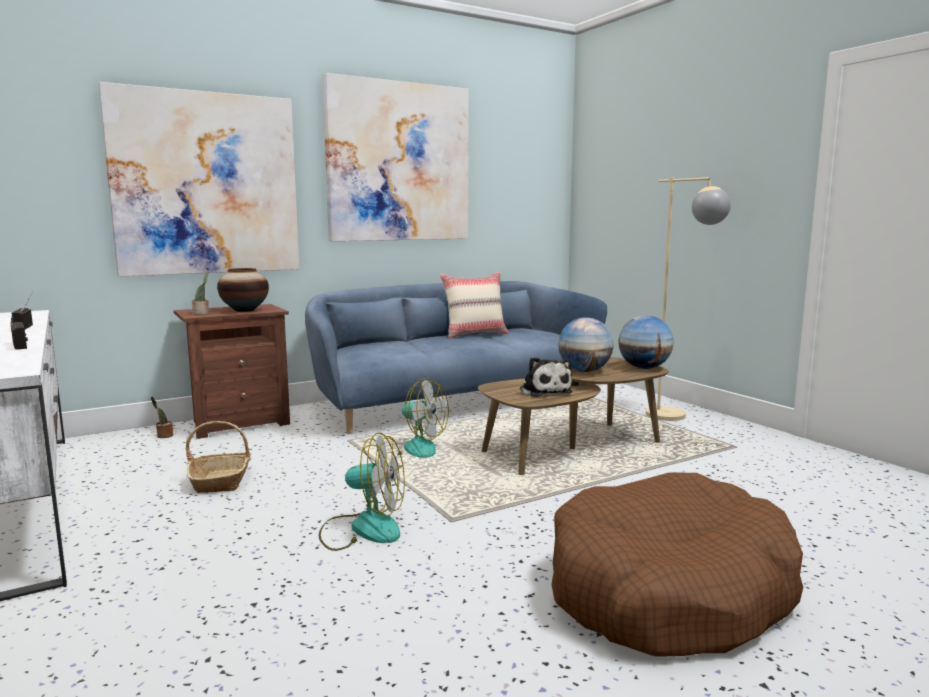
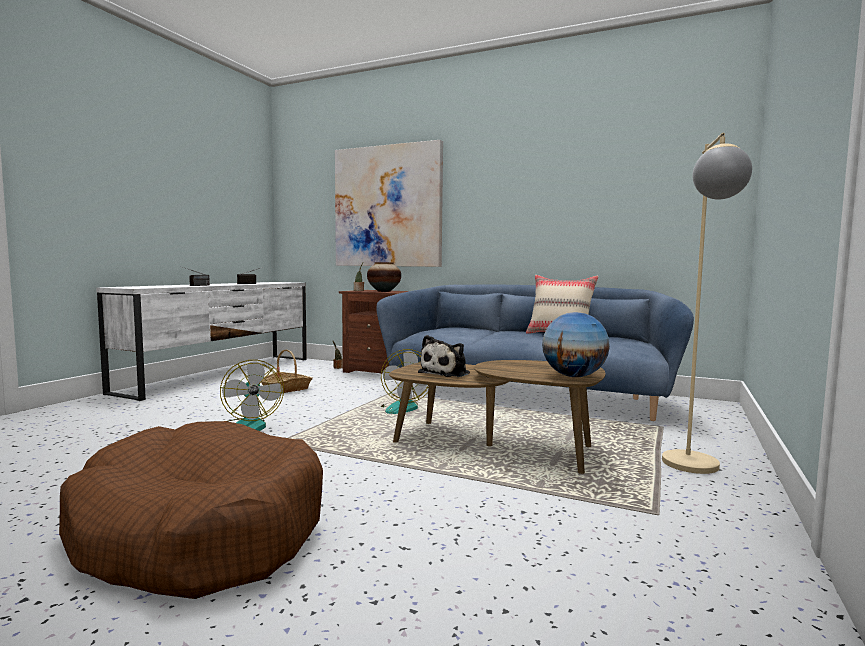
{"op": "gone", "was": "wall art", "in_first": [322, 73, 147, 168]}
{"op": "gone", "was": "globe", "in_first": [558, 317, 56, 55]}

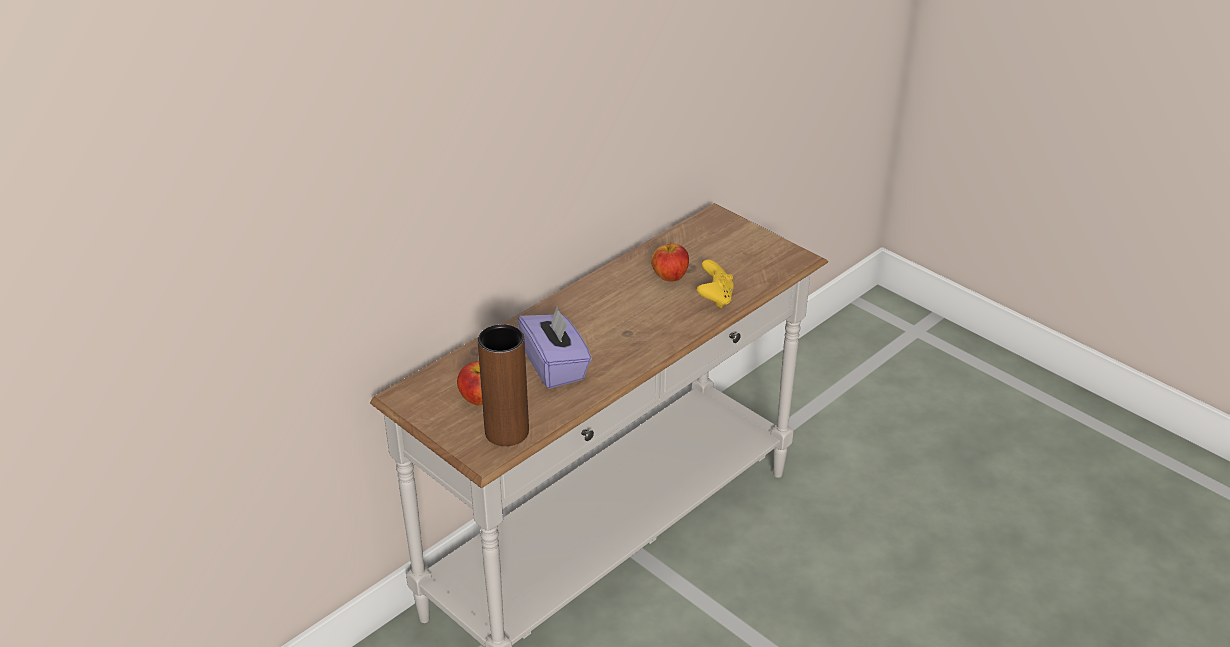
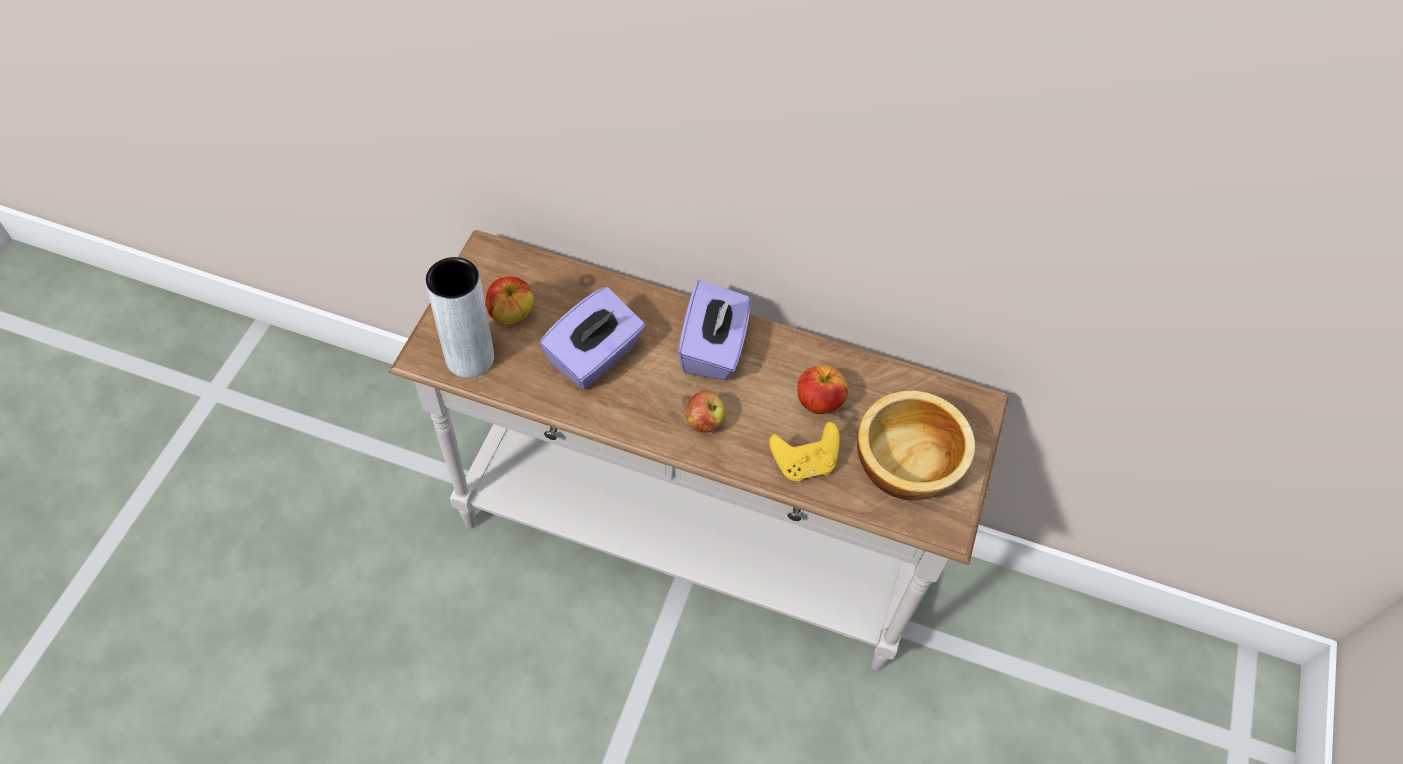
{"op": "new", "now": "purple tissue box", "in_second": [678, 280, 72, 101]}
{"op": "new", "now": "whole apple", "in_second": [685, 391, 40, 42]}
{"op": "new", "now": "deep dish", "in_second": [857, 391, 118, 109]}
{"op": "repainted", "was": "brown-coloured flower vase", "now": "greyish flower vase", "in_first": [478, 324, 51, 122], "in_second": [425, 257, 69, 121]}

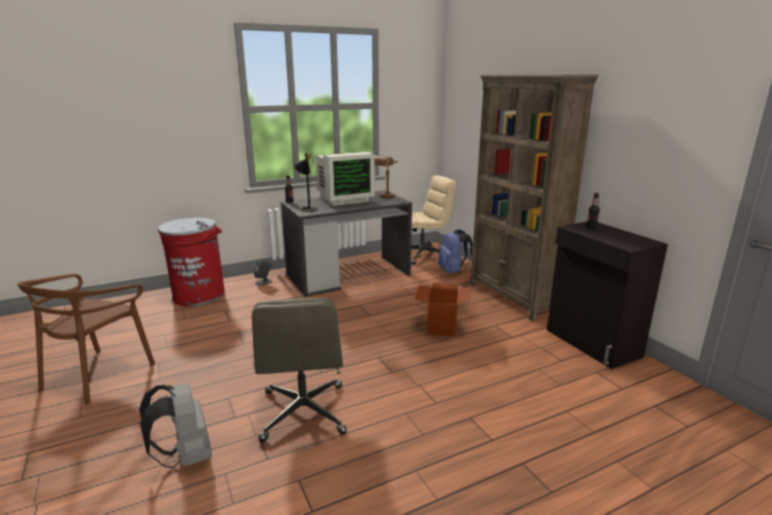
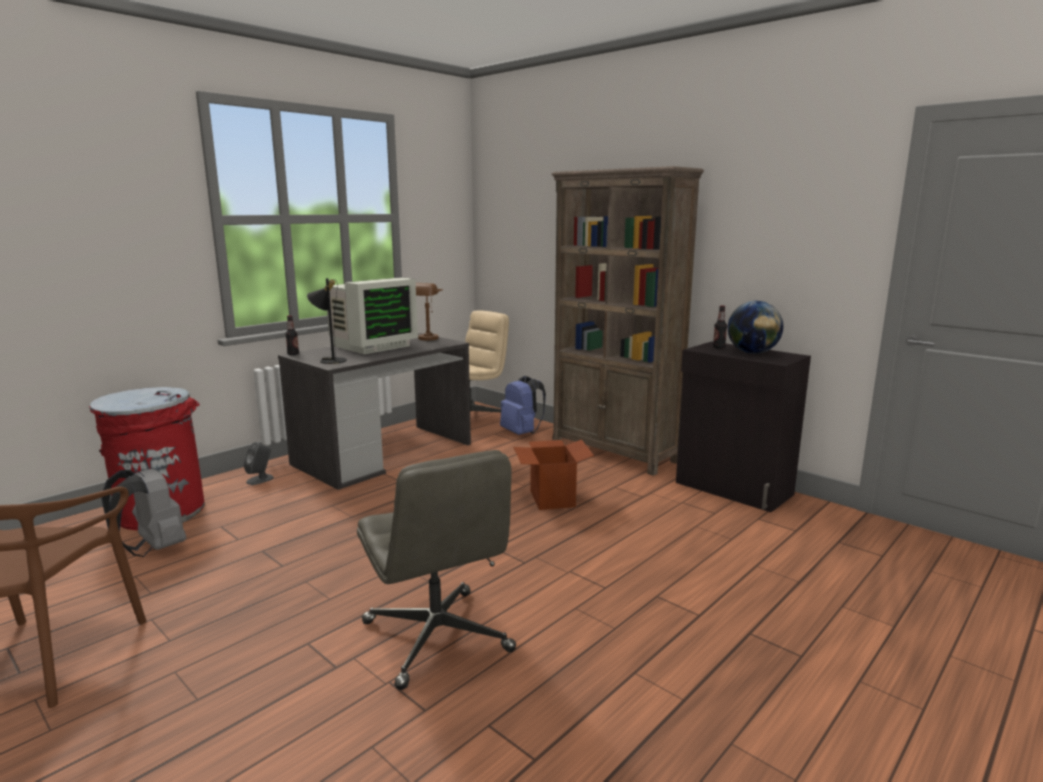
{"op": "new", "now": "globe", "in_second": [728, 301, 55, 53]}
{"op": "shifted", "was": "greyish backpack", "in_first": [139, 384, 73, 84], "in_second": [101, 467, 85, 90]}

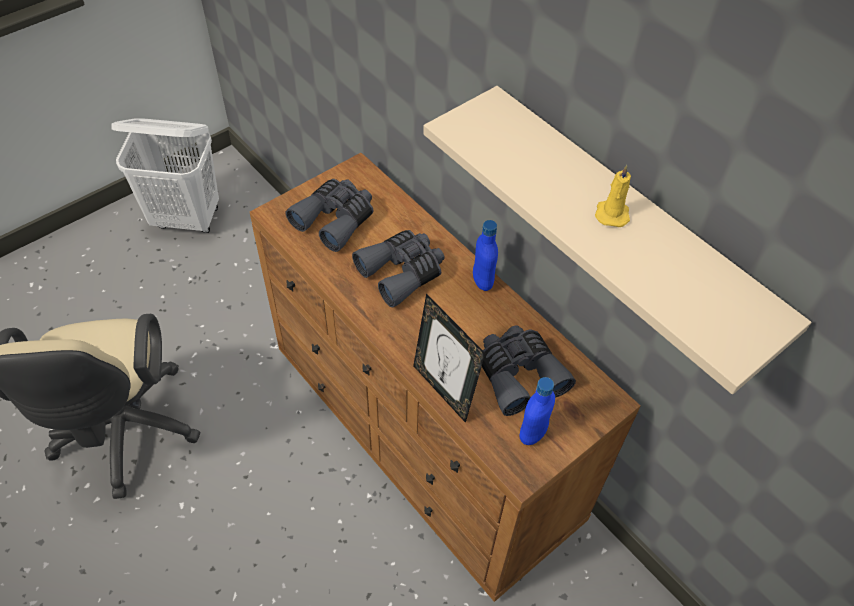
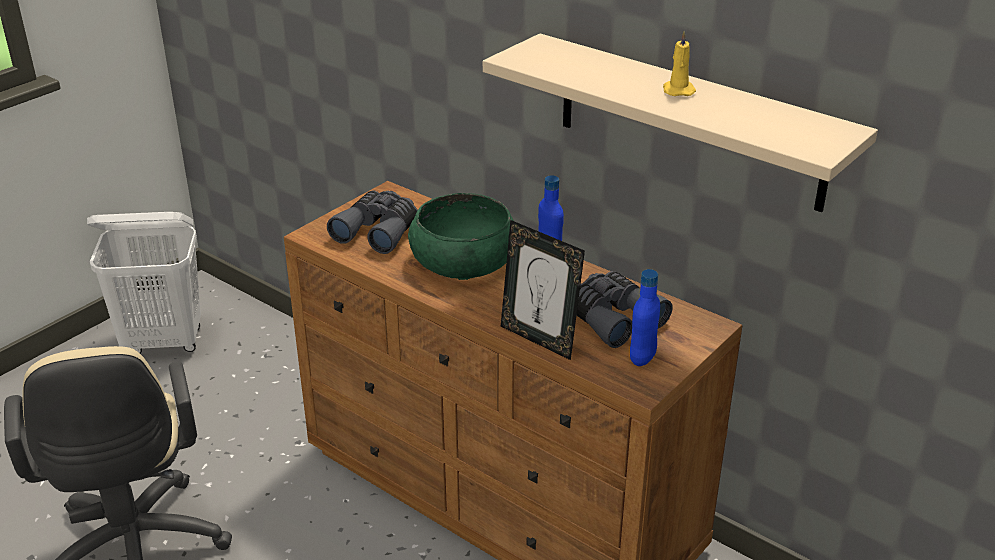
{"op": "swapped", "was": "greyish binoculars", "now": "green-coloured deep dish", "in_first": [352, 230, 93, 78], "in_second": [408, 193, 106, 87]}

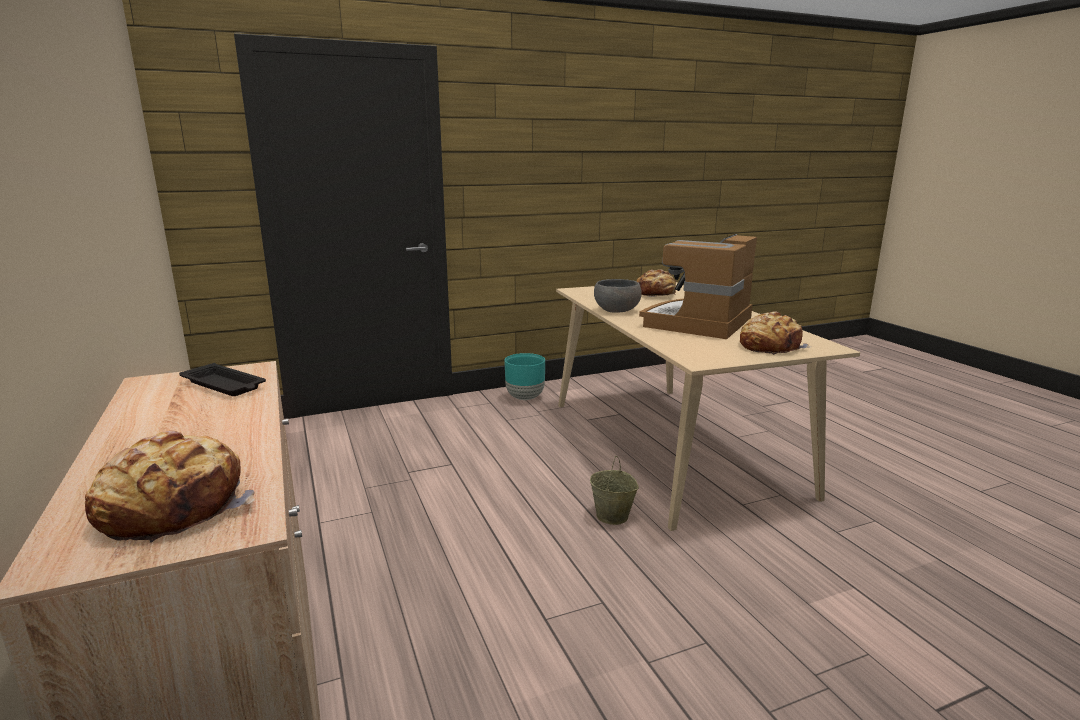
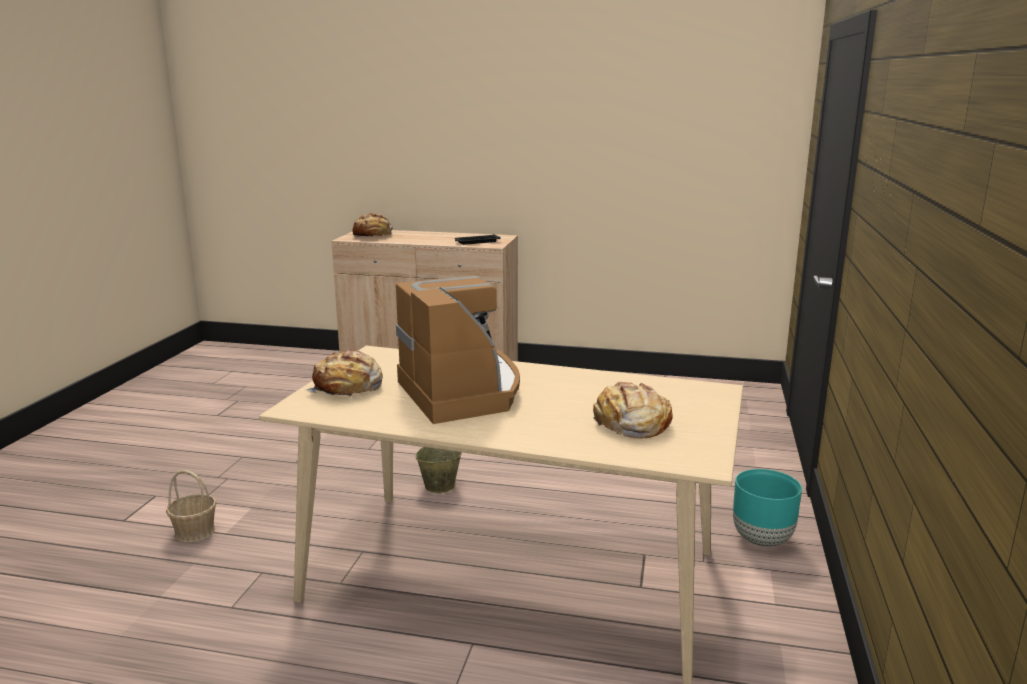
{"op": "gone", "was": "greyish deep dish", "in_first": [594, 279, 48, 34]}
{"op": "new", "now": "household basket", "in_second": [166, 470, 51, 73]}

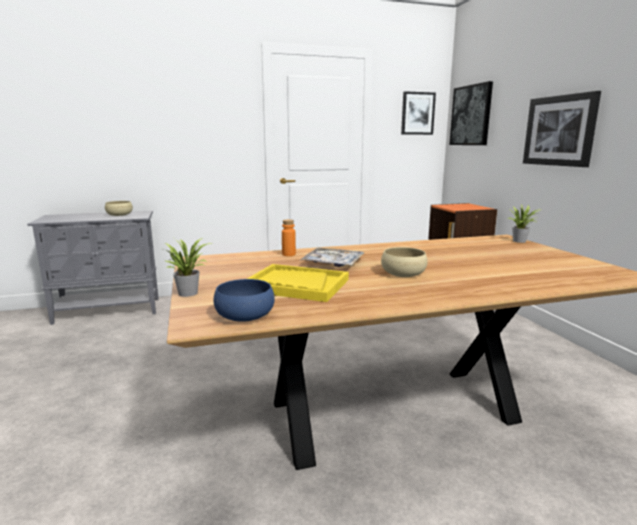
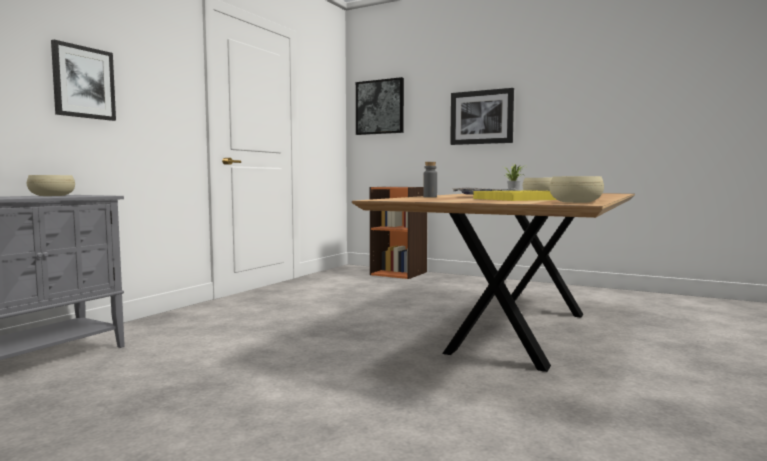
{"op": "gone", "was": "houseplant", "in_first": [164, 238, 48, 59]}
{"op": "shifted", "was": "wall art", "in_first": [401, 91, 35, 44], "in_second": [51, 40, 65, 81]}
{"op": "repainted", "was": "blue deep dish", "now": "beige-coloured deep dish", "in_first": [213, 279, 62, 43], "in_second": [550, 176, 54, 27]}
{"op": "repainted", "was": "orange drink bottle", "now": "greyish drink bottle", "in_first": [282, 219, 14, 37], "in_second": [423, 162, 14, 35]}

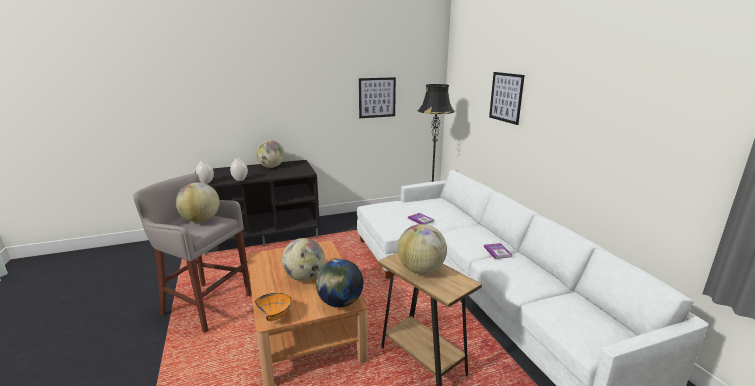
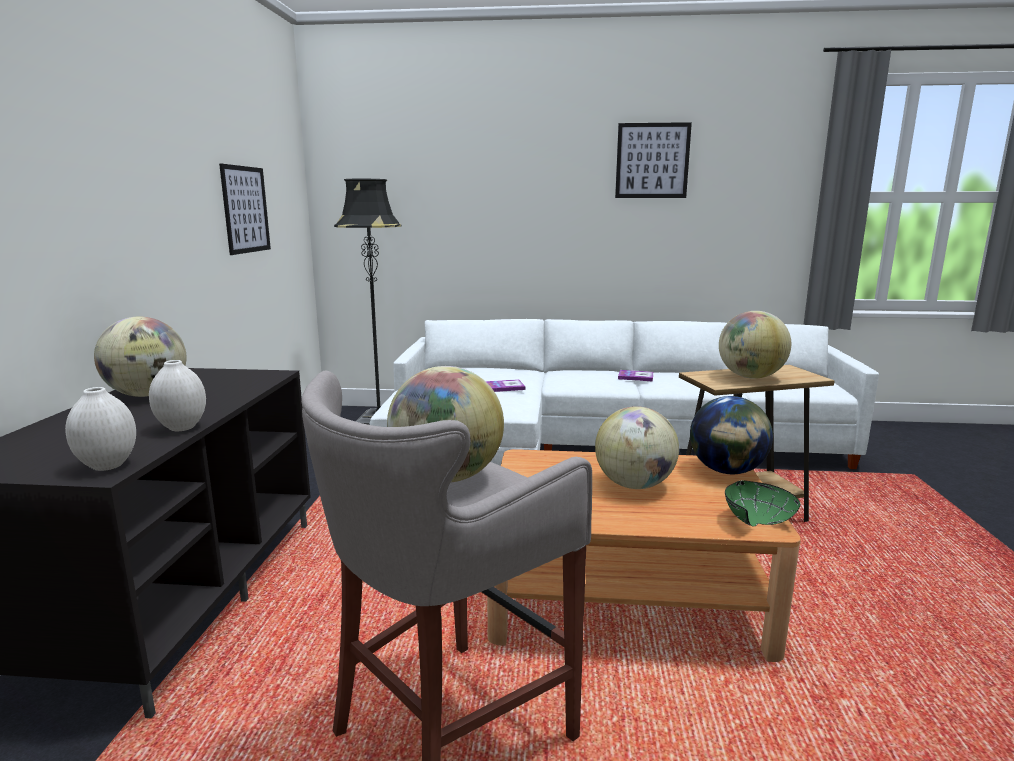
{"op": "shifted", "was": "wall art", "in_first": [489, 72, 36, 53], "in_second": [615, 122, 77, 76]}
{"op": "repainted", "was": "orange deep dish", "now": "green-coloured deep dish", "in_first": [255, 293, 37, 28], "in_second": [725, 480, 75, 47]}

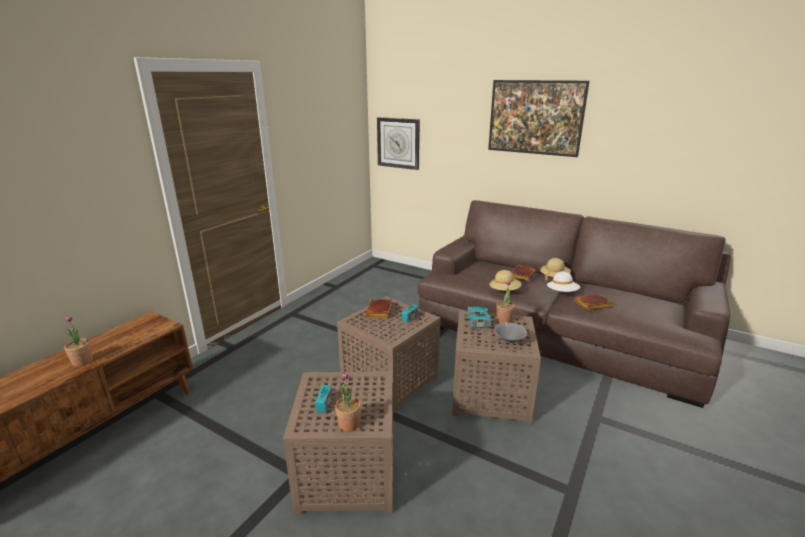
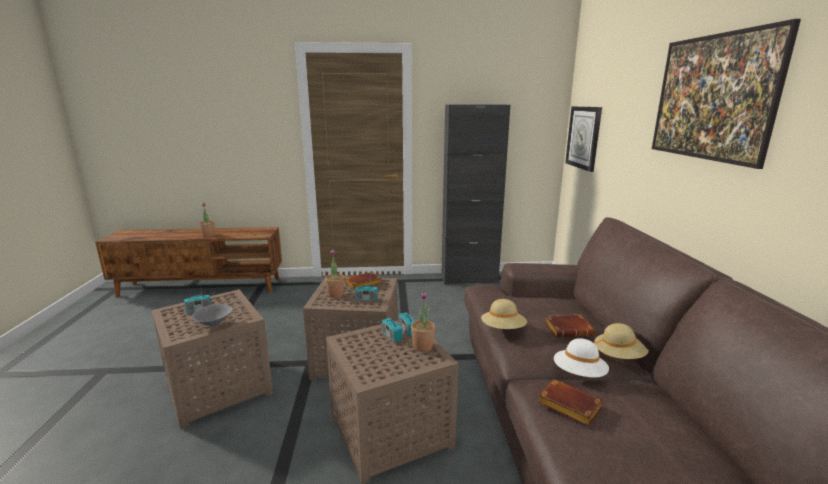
{"op": "new", "now": "black-coloured cabinet", "in_second": [441, 104, 69, 181]}
{"op": "shifted", "was": "houseplant", "in_first": [335, 371, 26, 61], "in_second": [325, 250, 19, 48]}
{"op": "shifted", "was": "greyish deep dish", "in_first": [494, 323, 33, 20], "in_second": [191, 304, 42, 23]}

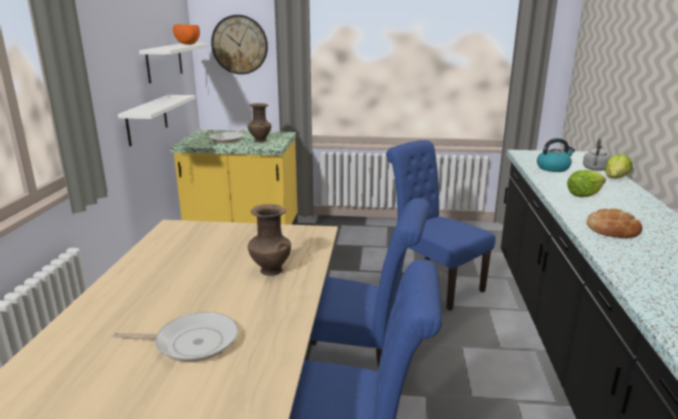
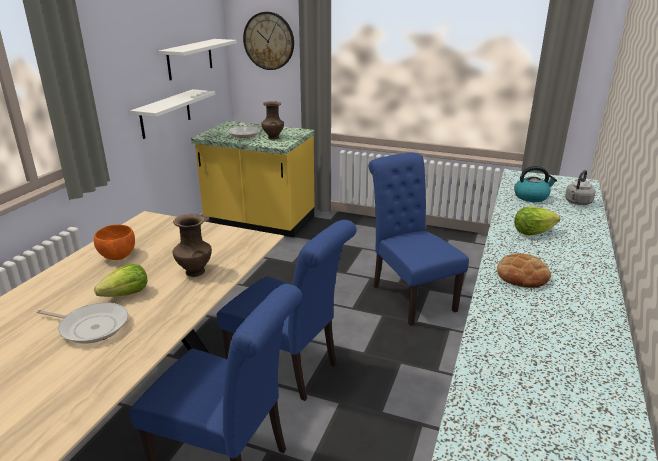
{"op": "shifted", "was": "orange deep dish", "in_first": [173, 24, 27, 20], "in_second": [94, 225, 41, 35]}
{"op": "shifted", "was": "lettuce", "in_first": [605, 154, 28, 25], "in_second": [94, 264, 53, 33]}

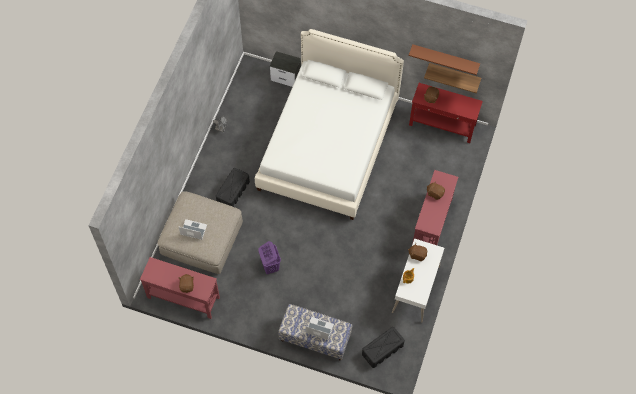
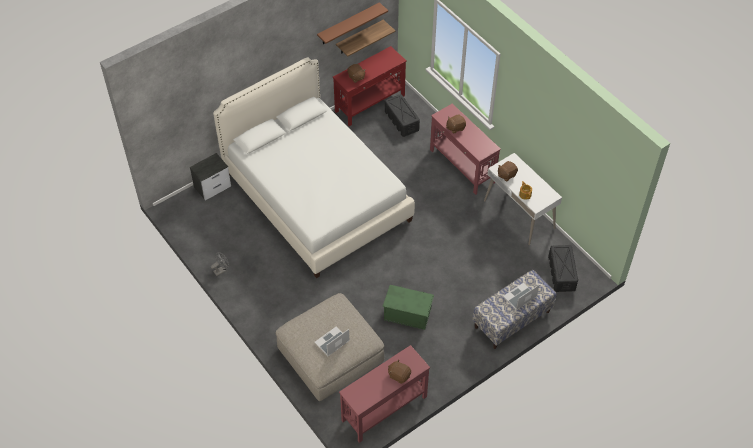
{"op": "shifted", "was": "black-coloured storage box", "in_first": [216, 168, 34, 39], "in_second": [385, 94, 35, 43]}
{"op": "swapped", "was": "purple hamper", "now": "green-coloured storage box", "in_first": [258, 241, 23, 33], "in_second": [382, 285, 52, 45]}

